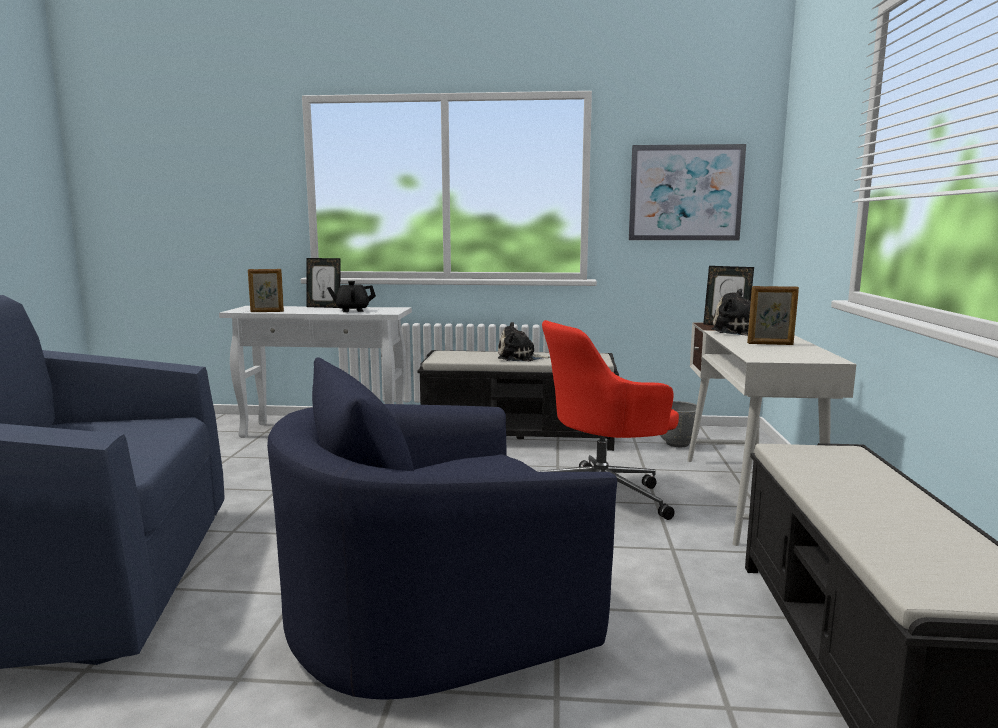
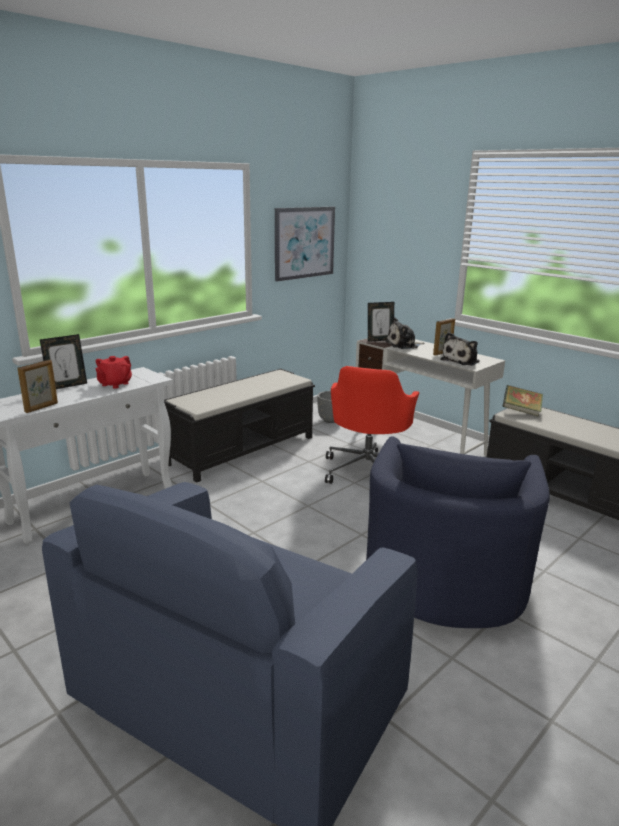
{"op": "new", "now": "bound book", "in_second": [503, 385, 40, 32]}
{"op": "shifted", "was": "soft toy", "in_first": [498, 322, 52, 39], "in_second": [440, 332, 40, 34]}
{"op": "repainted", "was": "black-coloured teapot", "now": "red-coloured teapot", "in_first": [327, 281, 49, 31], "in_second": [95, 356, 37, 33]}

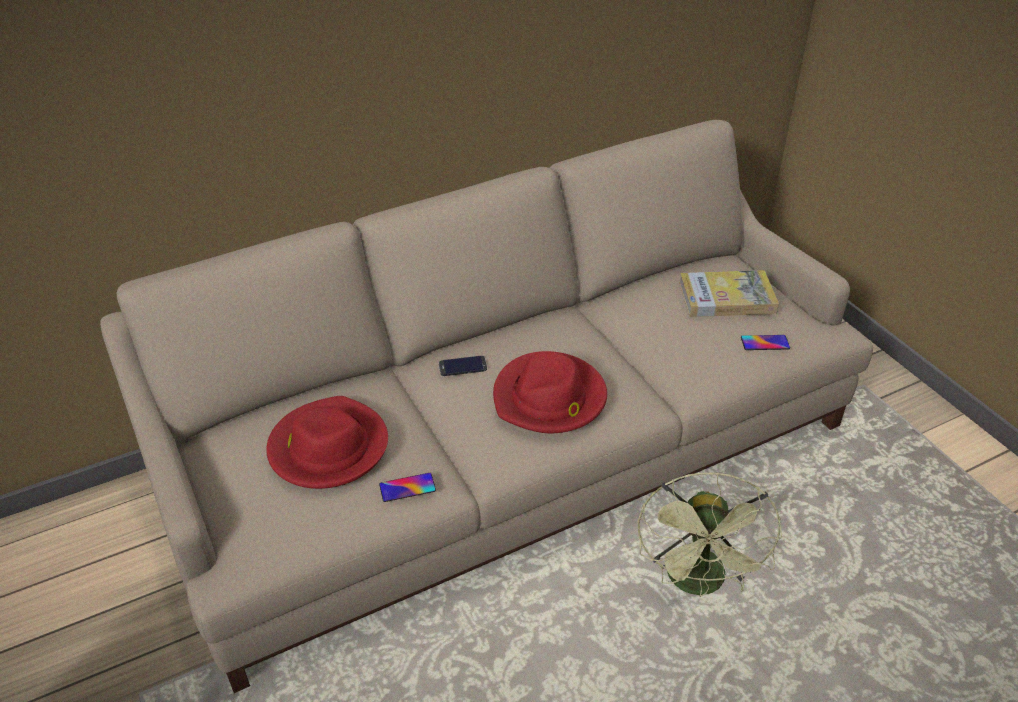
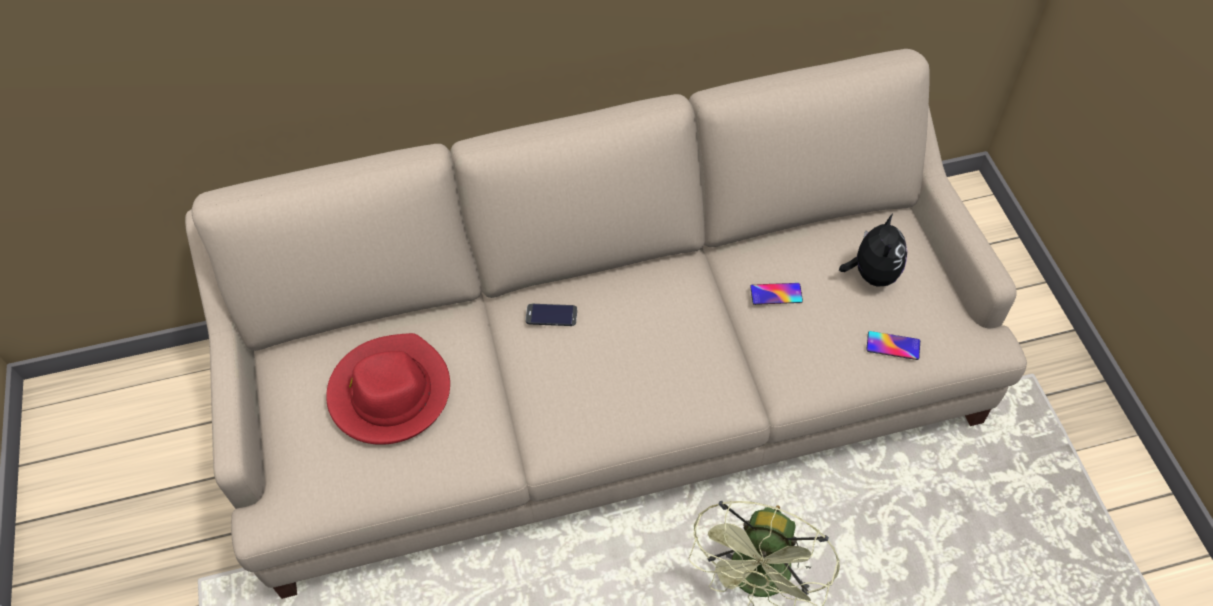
{"op": "gone", "was": "red-coloured hat", "in_first": [493, 351, 114, 82]}
{"op": "shifted", "was": "handset", "in_first": [379, 473, 57, 29], "in_second": [750, 283, 53, 22]}
{"op": "swapped", "was": "bound book", "now": "soft toy", "in_first": [679, 270, 100, 47], "in_second": [839, 214, 68, 73]}

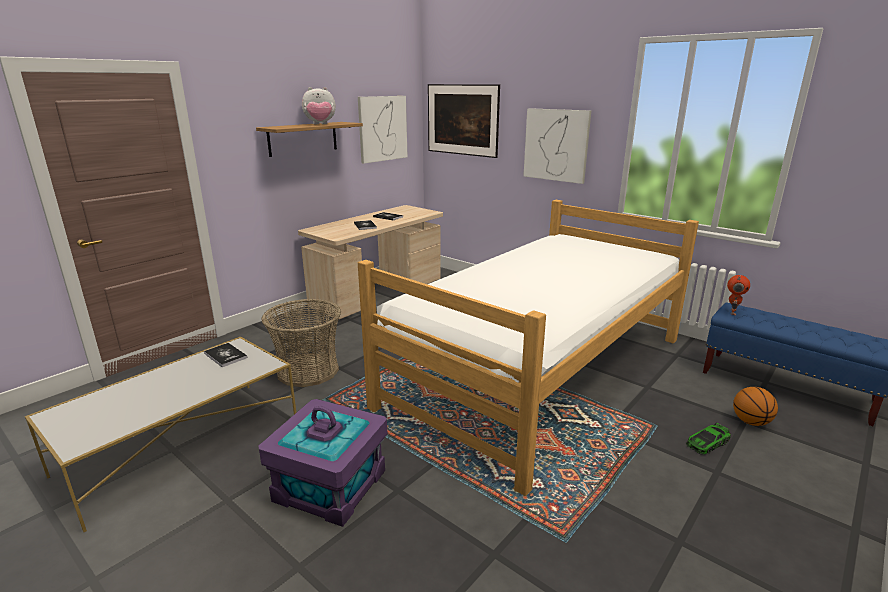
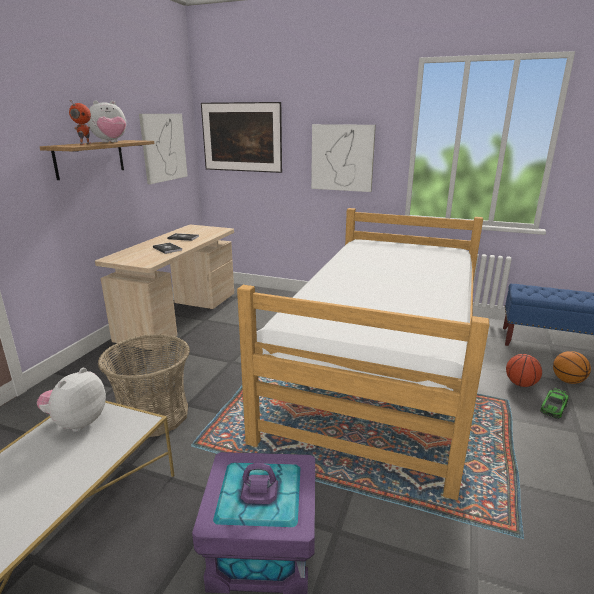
{"op": "new", "now": "basketball ball", "in_second": [506, 354, 36, 33]}
{"op": "shifted", "was": "robot figure", "in_first": [727, 275, 23, 40], "in_second": [69, 99, 22, 46]}
{"op": "swapped", "was": "bound book", "now": "soft toy", "in_first": [204, 343, 43, 24], "in_second": [37, 368, 69, 64]}

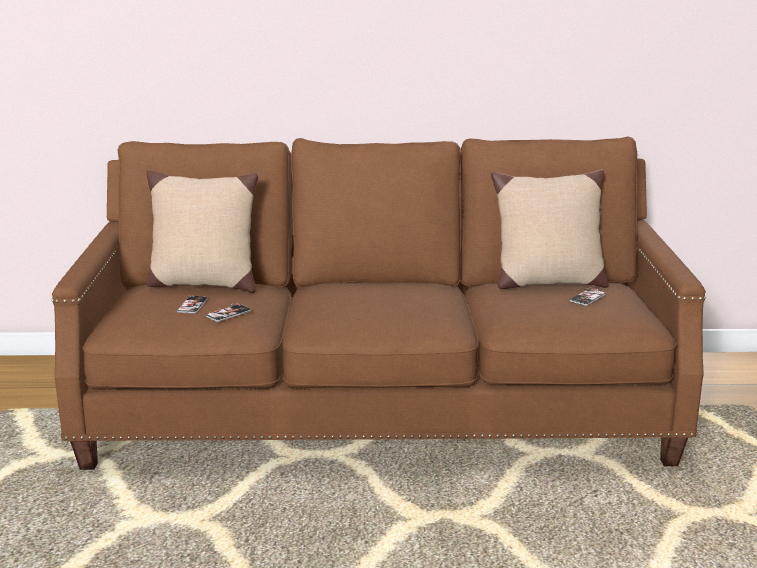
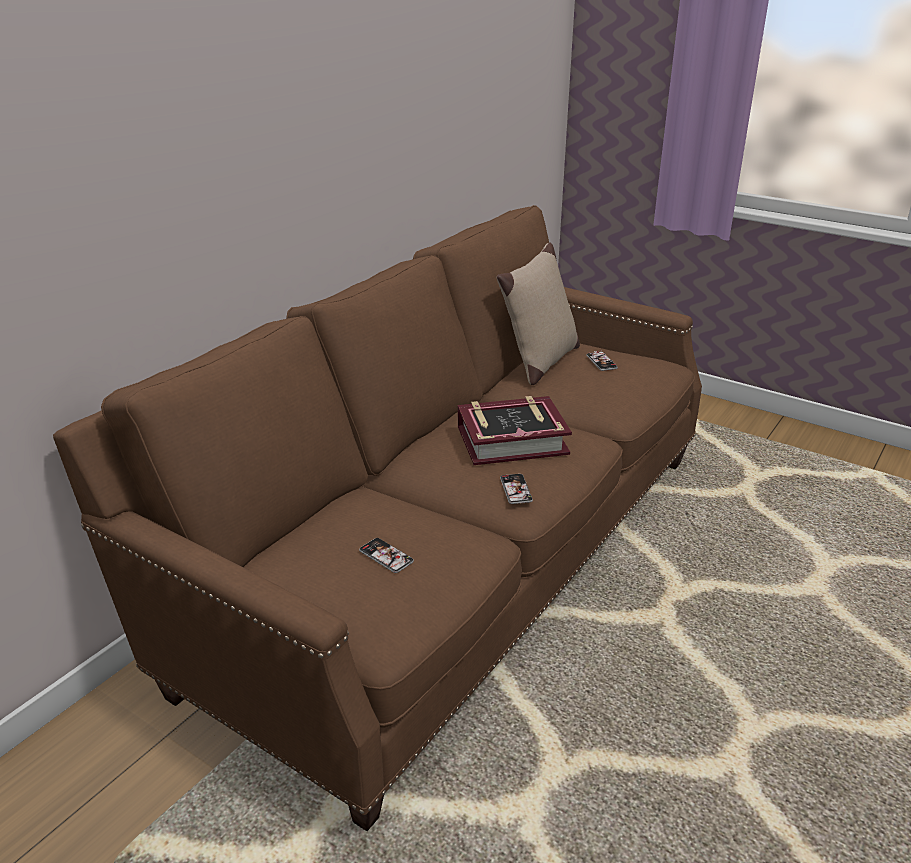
{"op": "gone", "was": "beige-coloured throw pillow", "in_first": [146, 170, 112, 123]}
{"op": "new", "now": "bound book", "in_second": [458, 396, 114, 69]}
{"op": "shifted", "was": "handset", "in_first": [206, 304, 45, 18], "in_second": [500, 474, 33, 30]}

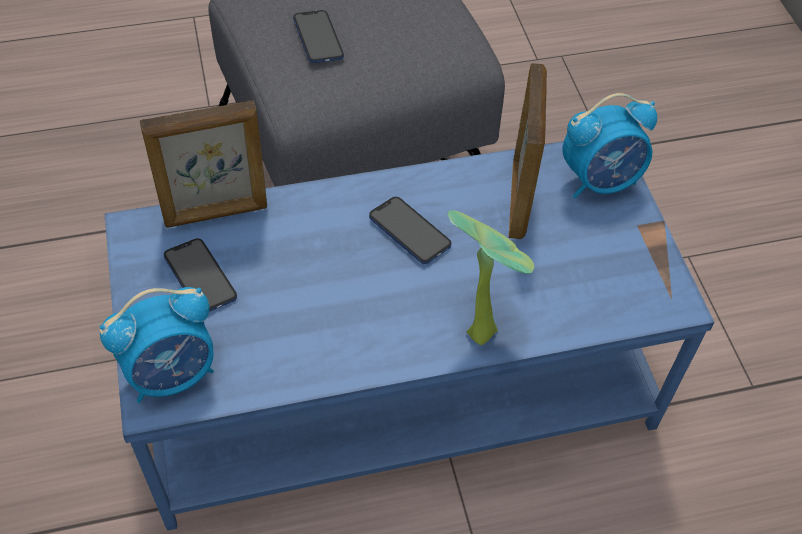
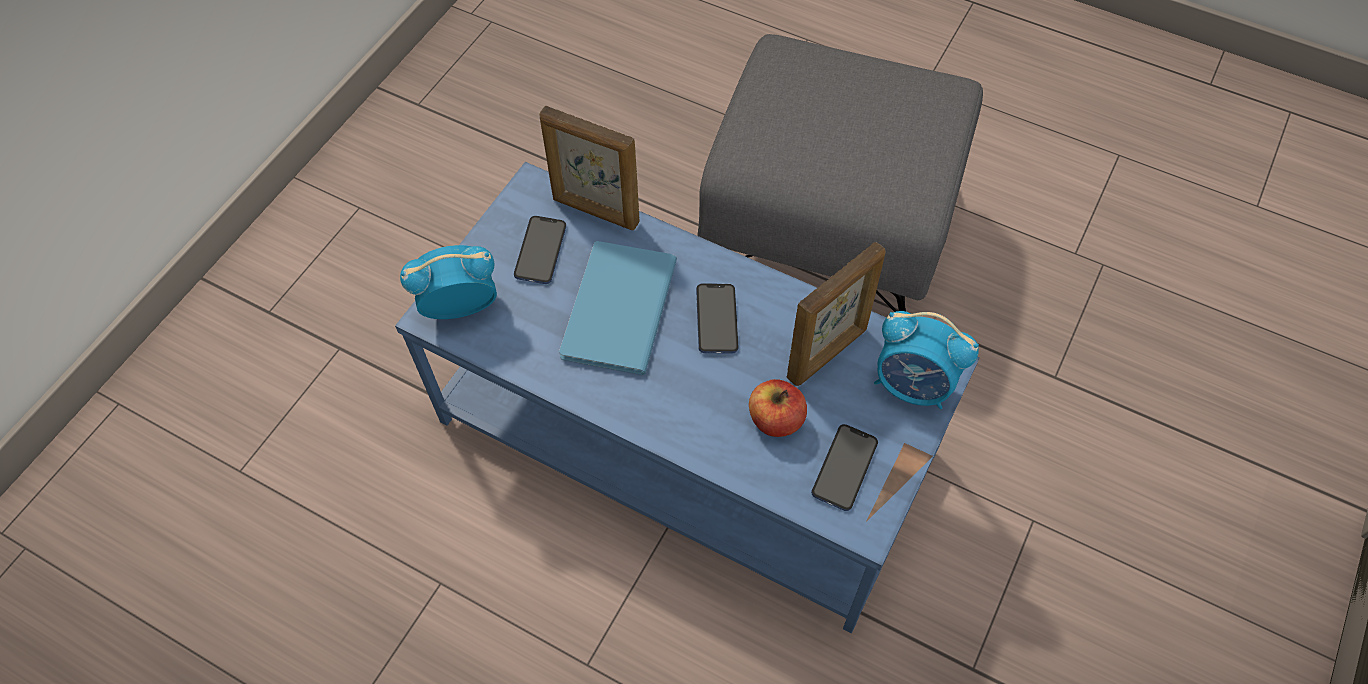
{"op": "gone", "was": "houseplant", "in_first": [448, 210, 86, 135]}
{"op": "new", "now": "blue bound book", "in_second": [559, 241, 118, 134]}
{"op": "new", "now": "whole apple", "in_second": [749, 379, 58, 58]}
{"op": "shifted", "was": "handset", "in_first": [293, 10, 51, 53], "in_second": [811, 424, 67, 87]}
{"op": "rotated", "was": "bedside clock", "in_first": [100, 287, 114, 116], "in_second": [400, 245, 97, 74], "clockwise": 150}

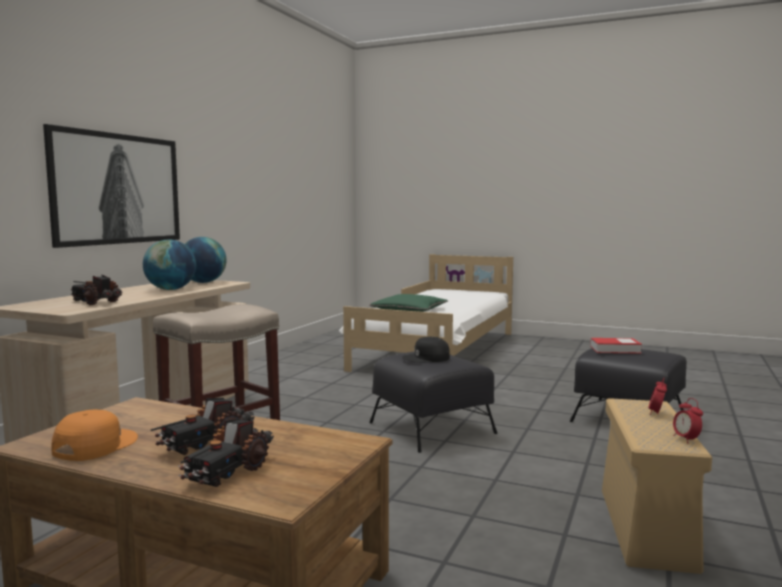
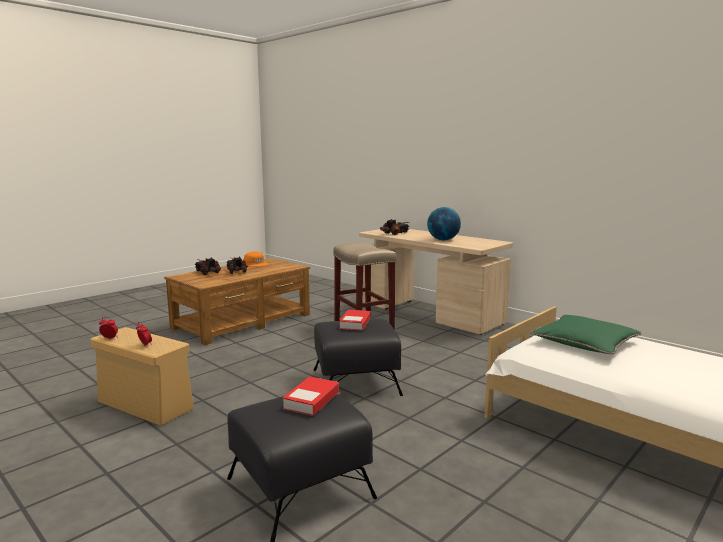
{"op": "gone", "was": "wall art", "in_first": [43, 124, 137, 124]}
{"op": "gone", "was": "globe", "in_first": [185, 237, 42, 46]}
{"op": "swapped", "was": "black-coloured cap", "now": "bound book", "in_first": [402, 337, 48, 26], "in_second": [339, 310, 31, 20]}

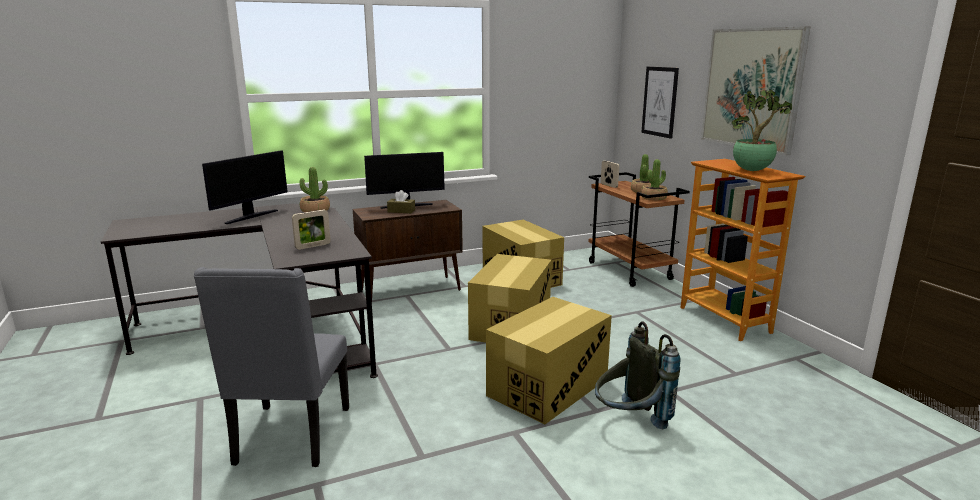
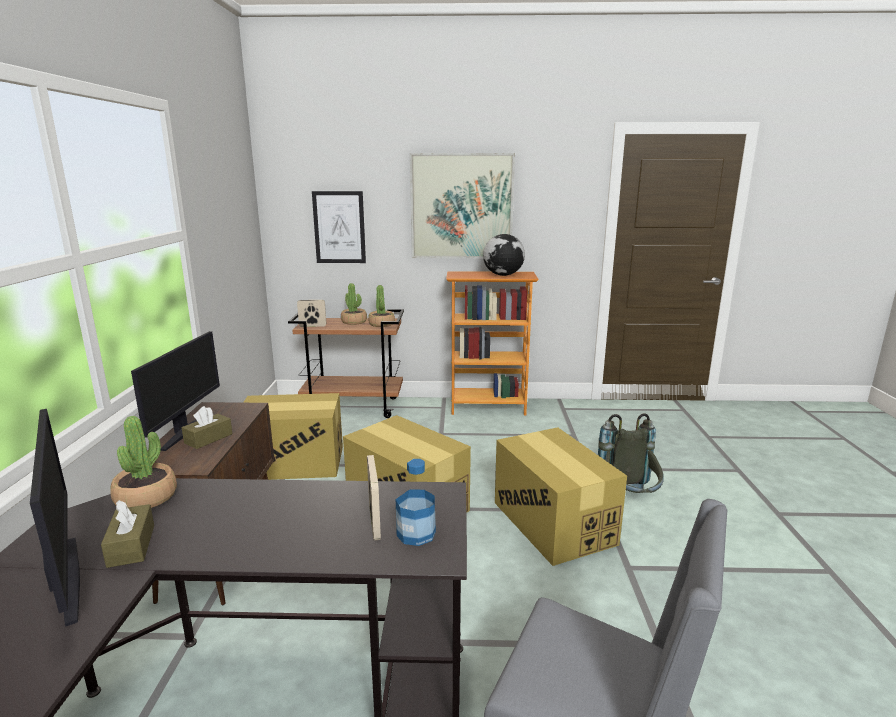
{"op": "new", "now": "brown-coloured tissue box", "in_second": [101, 500, 53, 68]}
{"op": "new", "now": "drink bottle", "in_second": [396, 459, 40, 87]}
{"op": "swapped", "was": "houseplant", "now": "globe", "in_first": [732, 89, 60, 82], "in_second": [483, 234, 42, 42]}

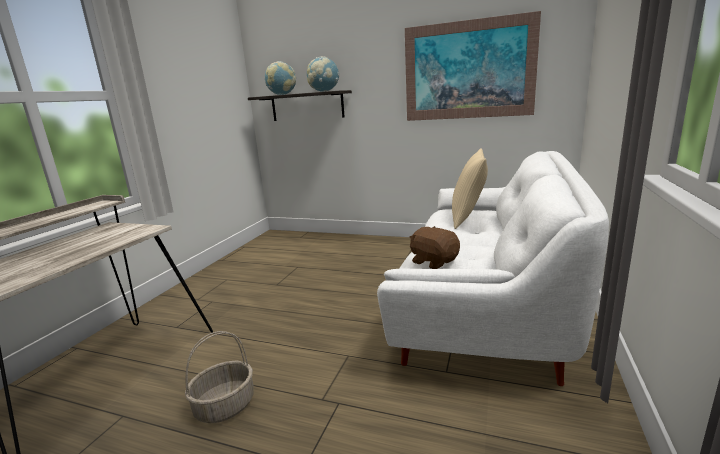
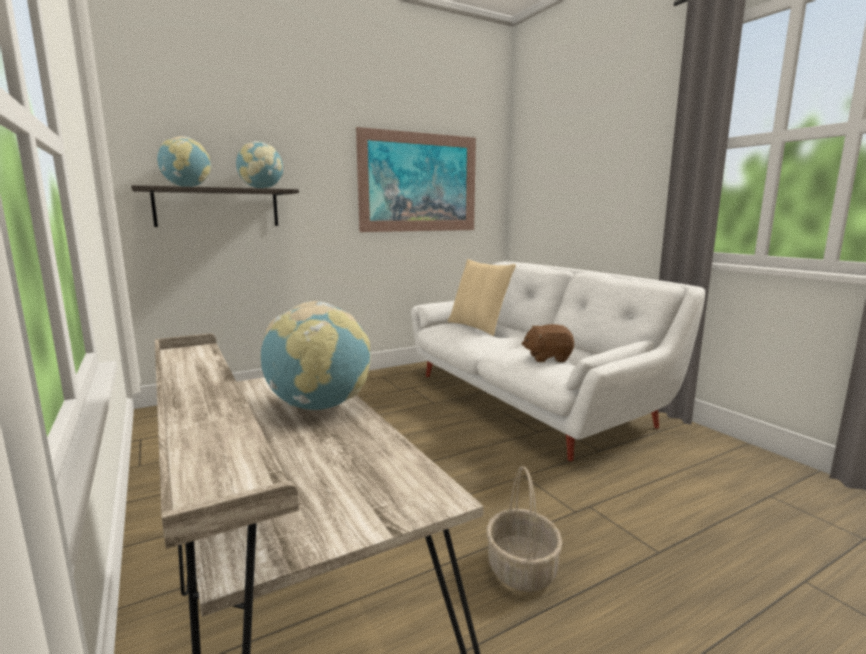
{"op": "new", "now": "globe", "in_second": [260, 301, 111, 109]}

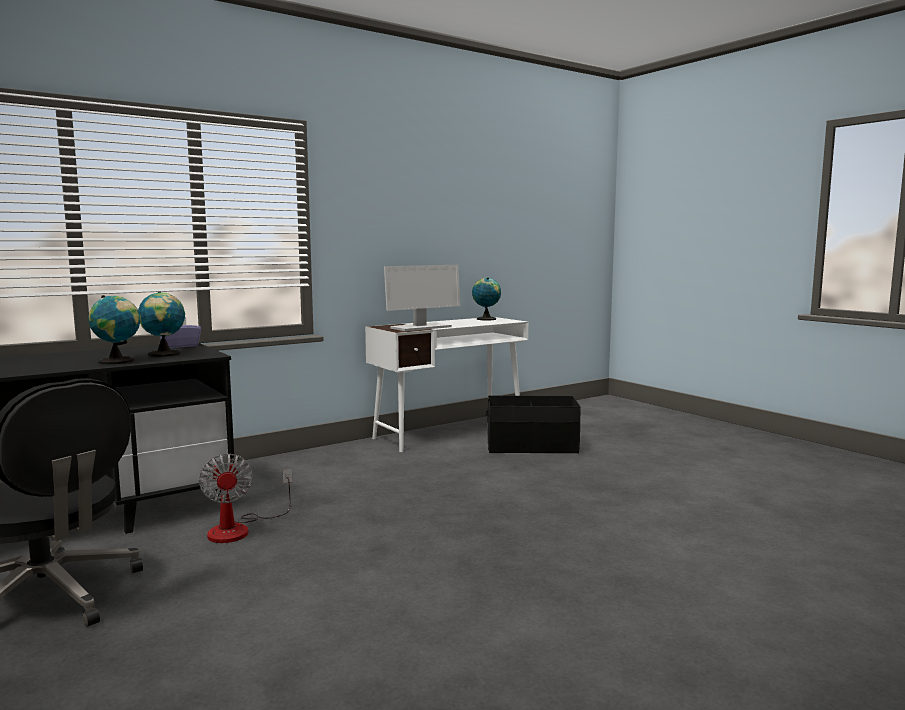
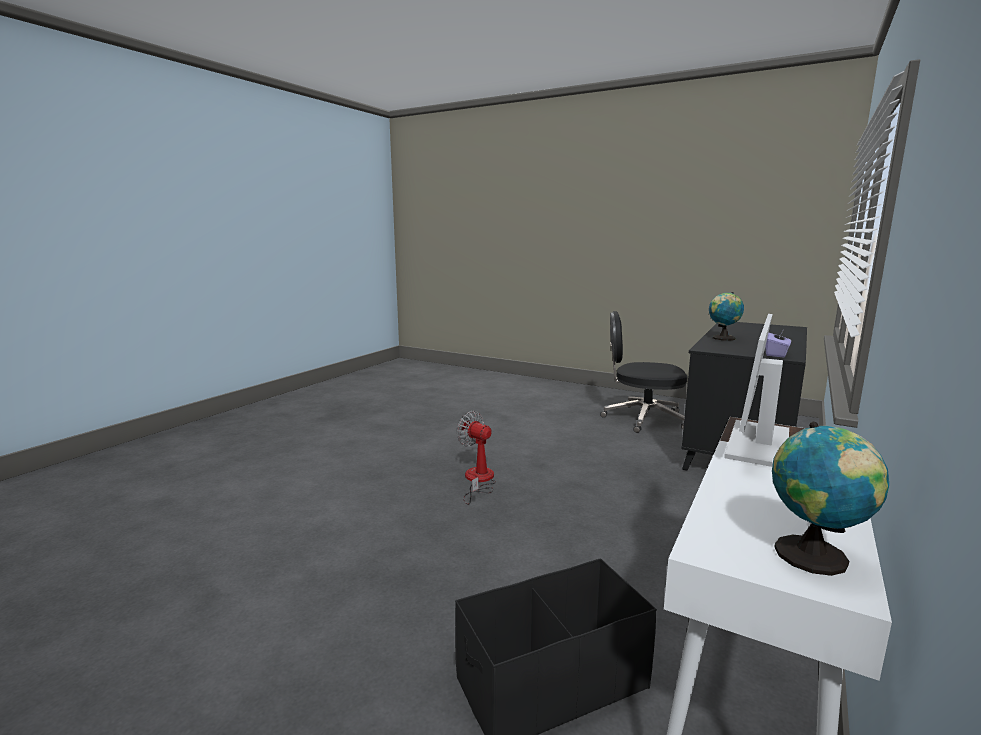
{"op": "gone", "was": "globe", "in_first": [138, 291, 47, 66]}
{"op": "shifted", "was": "fan", "in_first": [199, 454, 94, 89], "in_second": [457, 411, 39, 94]}

